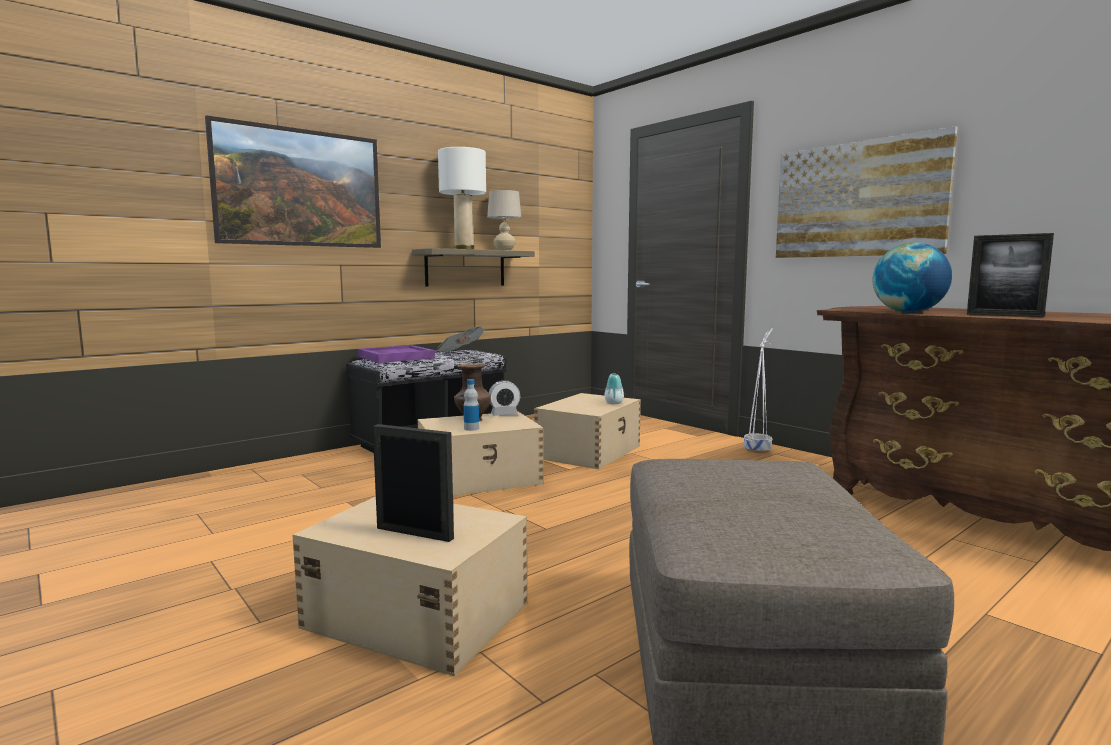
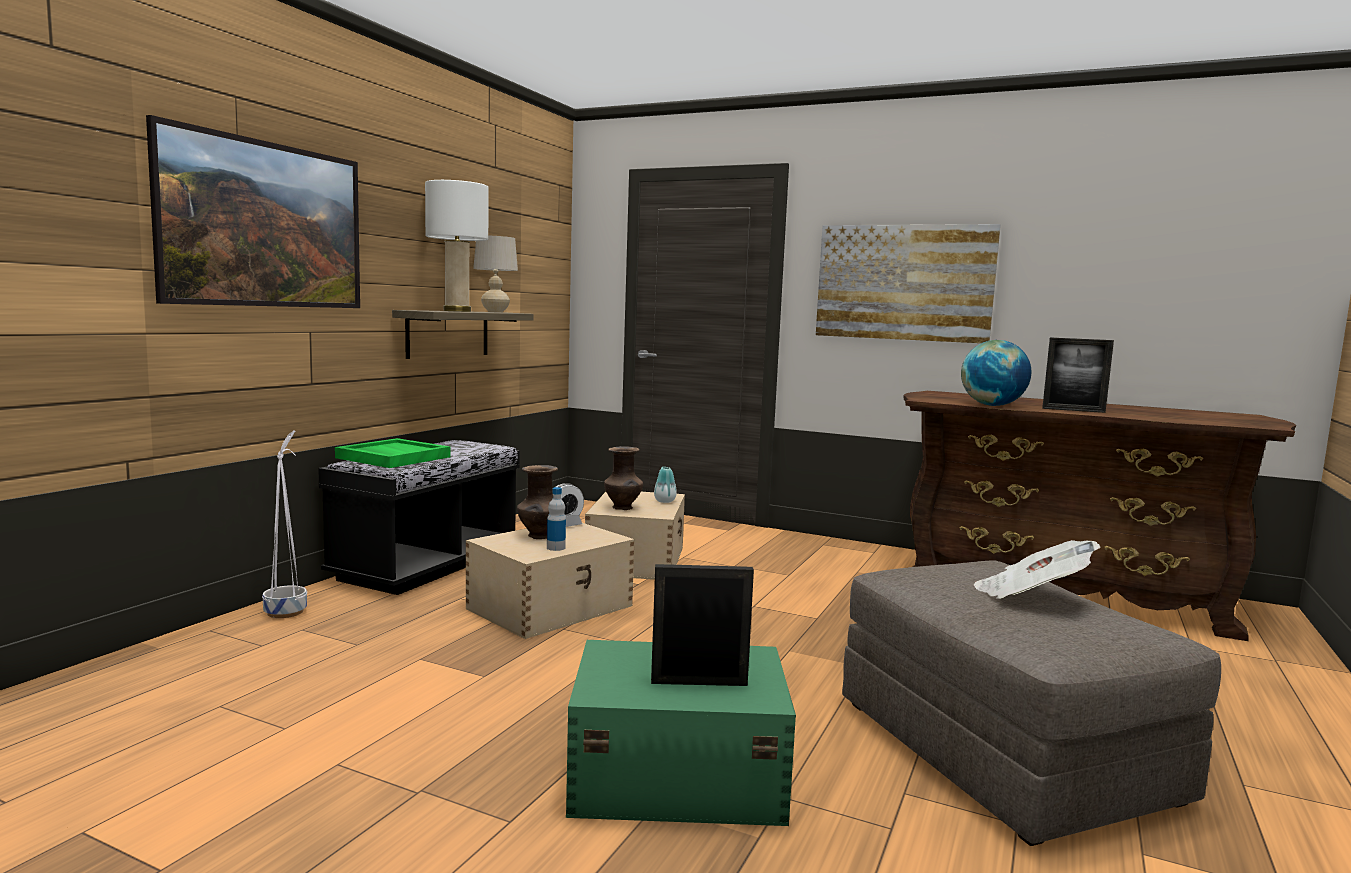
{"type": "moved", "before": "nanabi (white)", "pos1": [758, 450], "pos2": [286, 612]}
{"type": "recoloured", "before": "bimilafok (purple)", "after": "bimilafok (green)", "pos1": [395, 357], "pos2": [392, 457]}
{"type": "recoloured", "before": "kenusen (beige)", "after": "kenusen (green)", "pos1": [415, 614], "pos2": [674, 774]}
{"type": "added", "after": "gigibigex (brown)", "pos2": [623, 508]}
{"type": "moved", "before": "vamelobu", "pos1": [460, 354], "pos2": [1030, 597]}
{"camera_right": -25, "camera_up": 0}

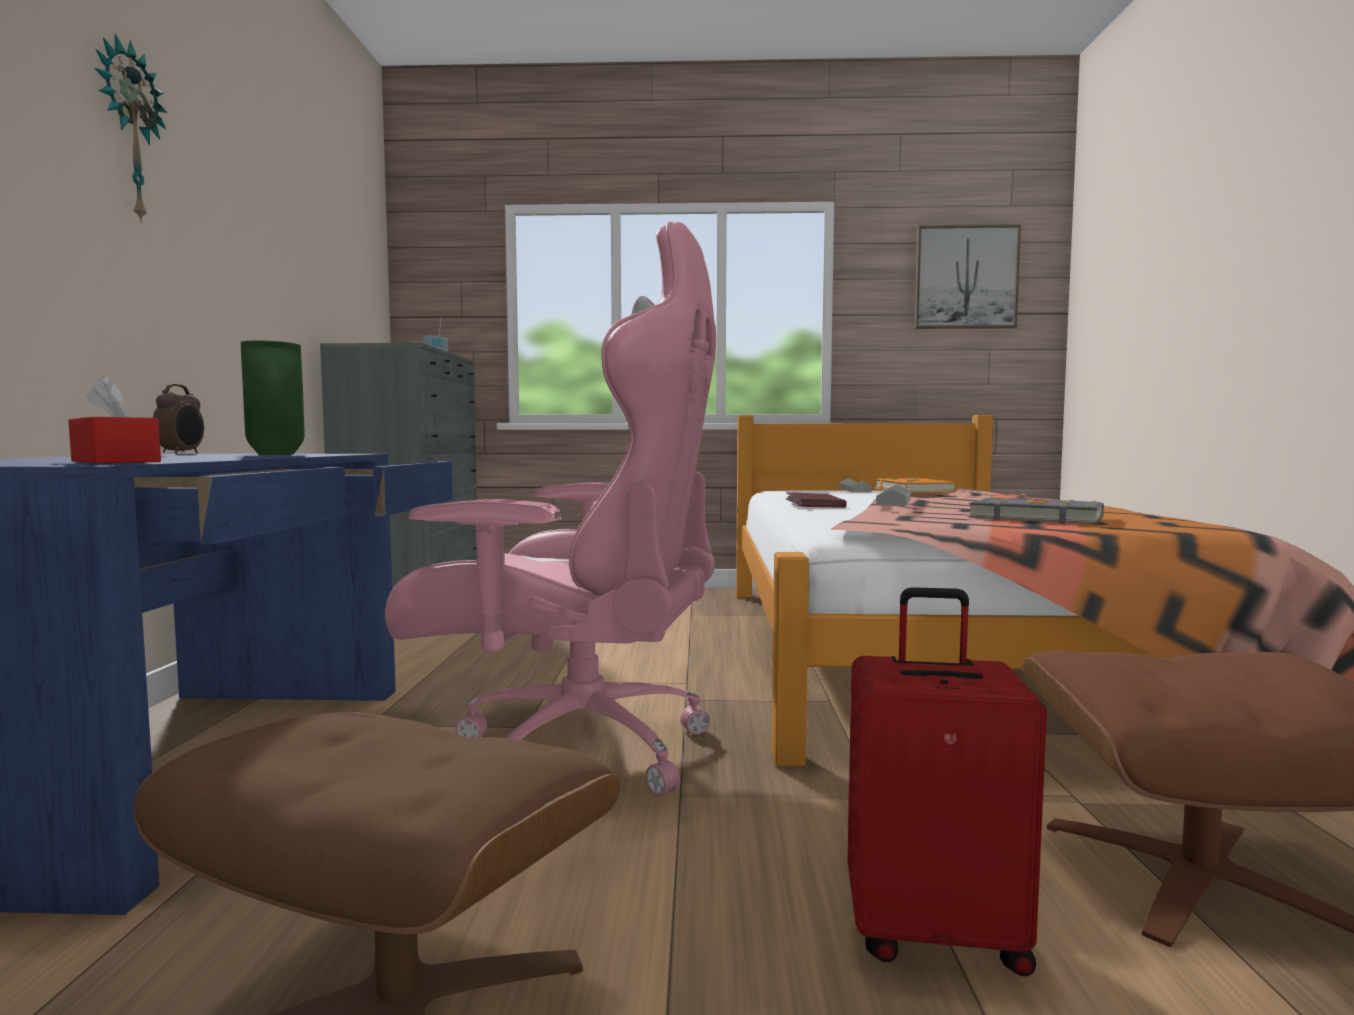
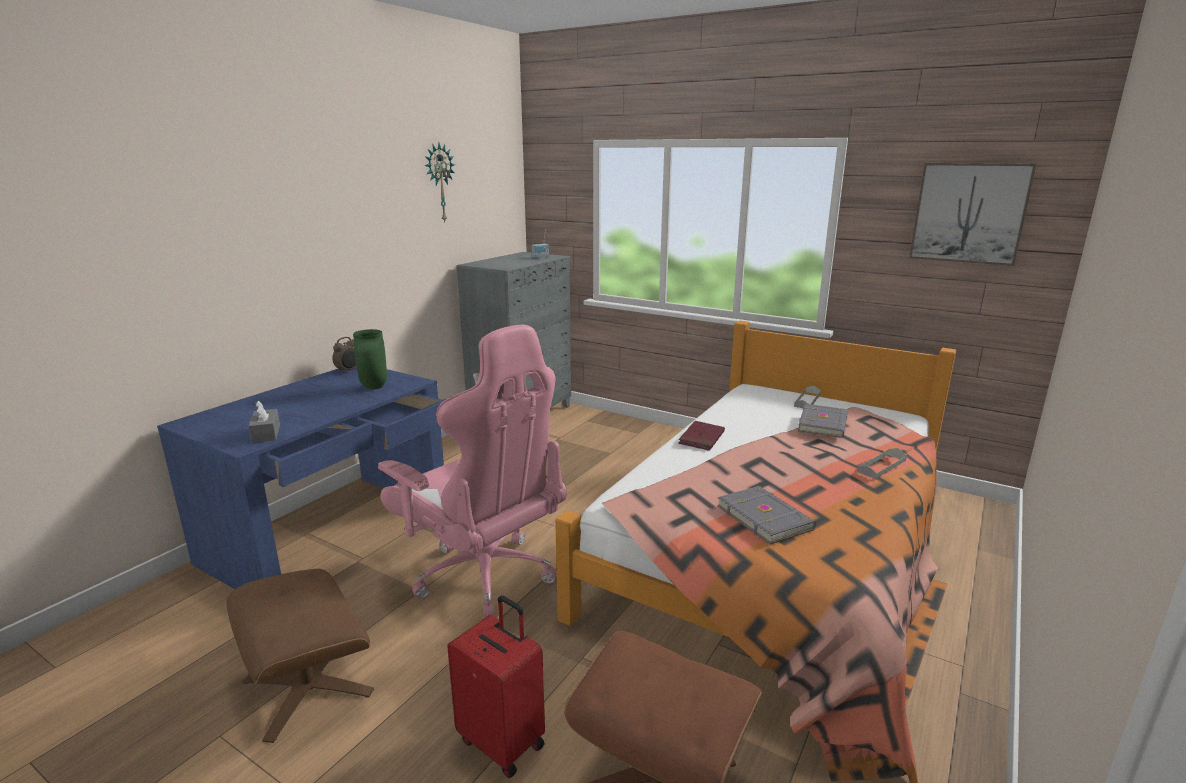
{"type": "recoloured", "before": "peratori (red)", "after": "peratori (grey)", "pos1": [115, 461], "pos2": [266, 433]}
{"type": "moved", "before": "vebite", "pos1": [128, 132], "pos2": [439, 183]}
{"type": "recoloured", "before": "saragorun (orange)", "after": "saragorun (grey)", "pos1": [915, 490], "pos2": [824, 423]}
{"type": "moved", "before": "bimilafok (grey)", "pos1": [894, 502], "pos2": [881, 466]}
{"camera_right": 30, "camera_up": 15}

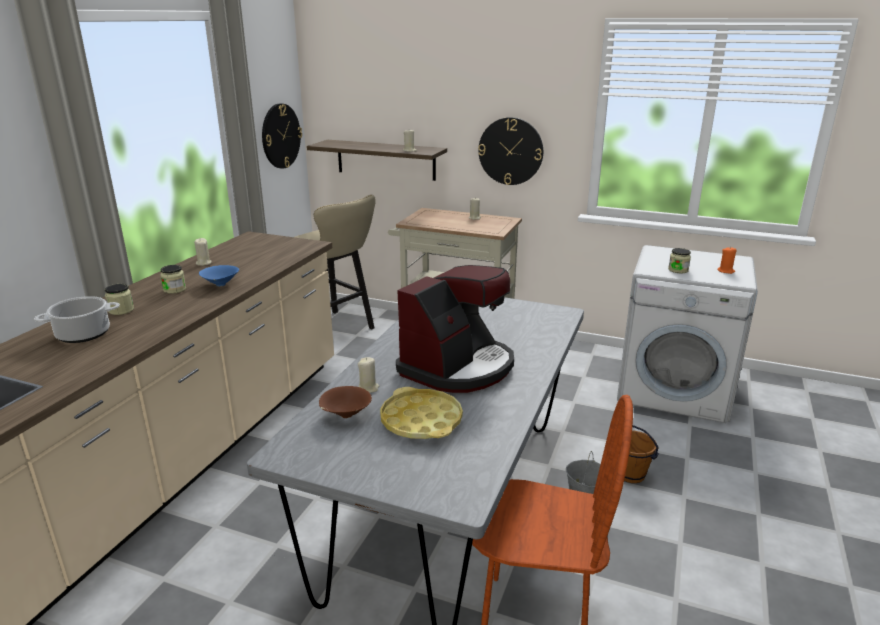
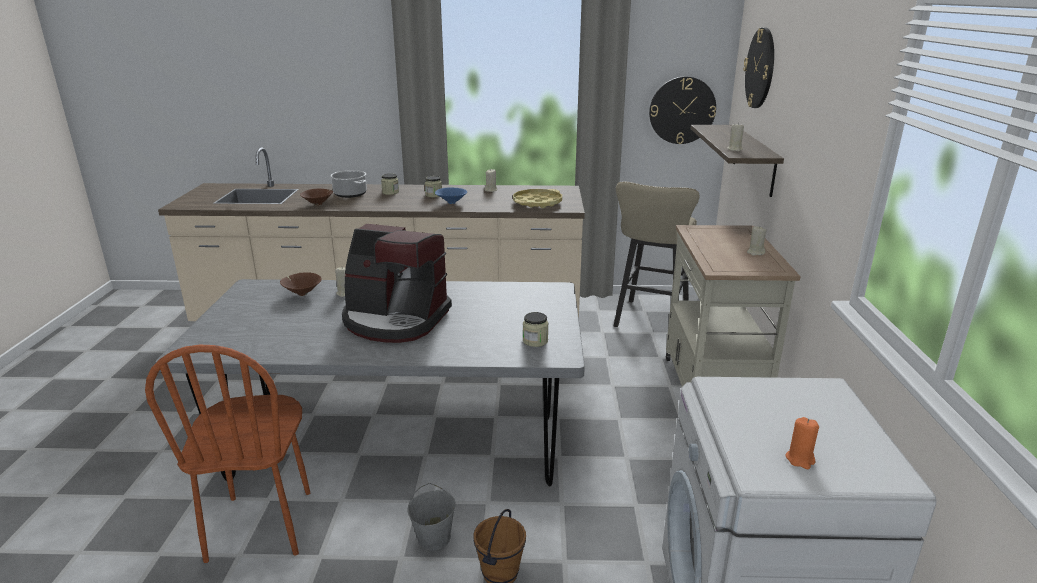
{"type": "added", "after": "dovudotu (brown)", "pos2": [318, 204]}
{"type": "moved", "before": "bimilafok (yellow)", "pos1": [421, 421], "pos2": [537, 203]}
{"type": "moved", "before": "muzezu", "pos1": [678, 270], "pos2": [535, 341]}
{"type": "moved", "before": "vebite", "pos1": [510, 151], "pos2": [760, 68]}
{"camera_right": 70, "camera_up": 0}

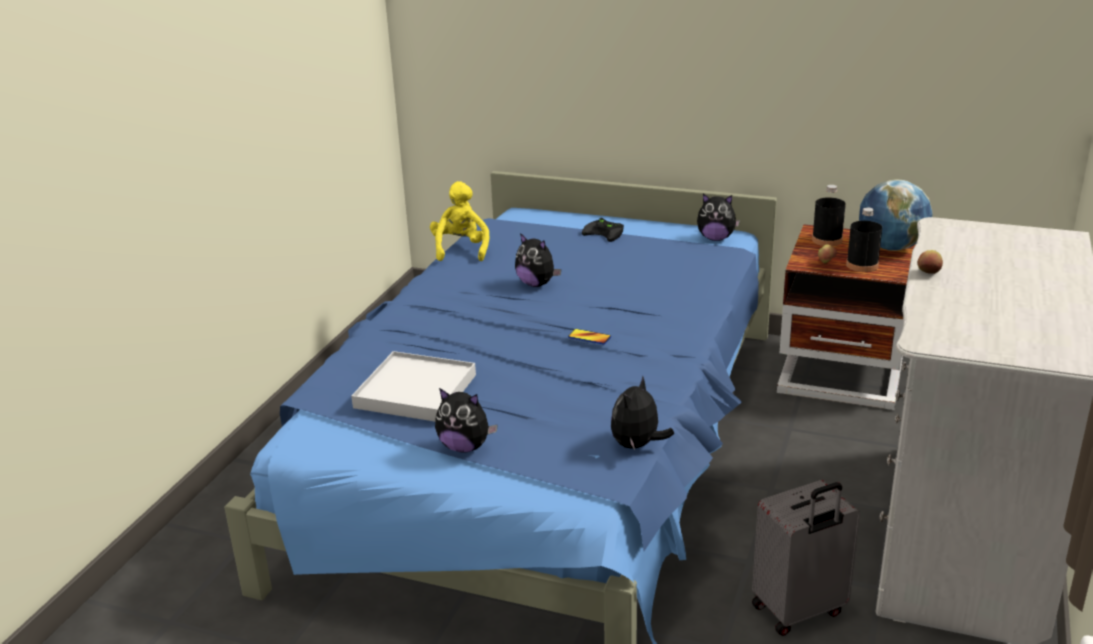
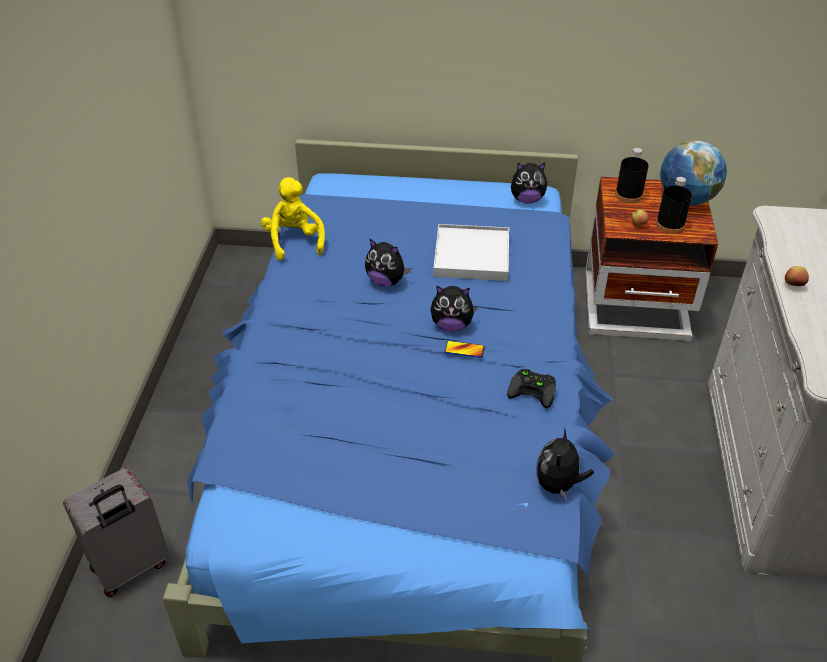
{"type": "moved", "before": "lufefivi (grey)", "pos1": [799, 611], "pos2": [131, 567]}
{"type": "moved", "before": "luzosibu", "pos1": [465, 447], "pos2": [451, 325]}
{"type": "moved", "before": "bimilafok (white)", "pos1": [416, 391], "pos2": [472, 256]}
{"type": "moved", "before": "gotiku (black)", "pos1": [606, 233], "pos2": [534, 389]}
{"camera_right": -15, "camera_up": 15}

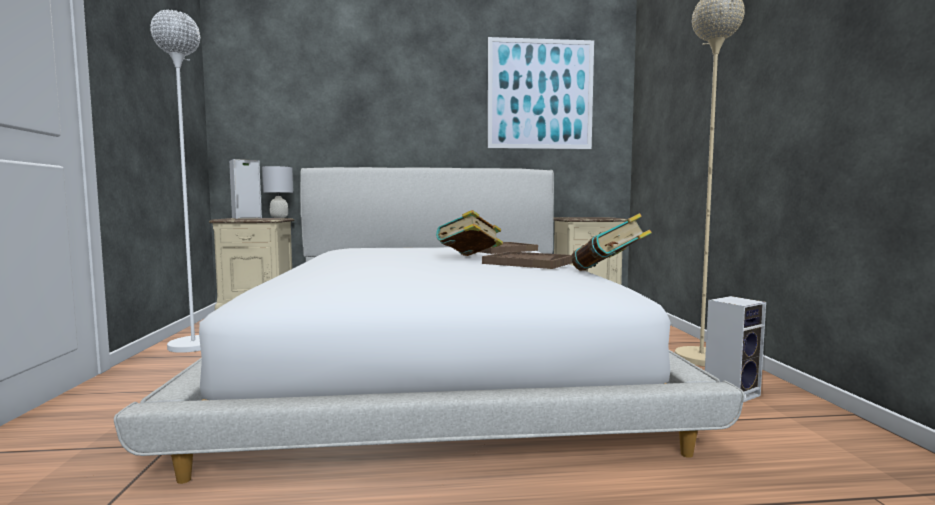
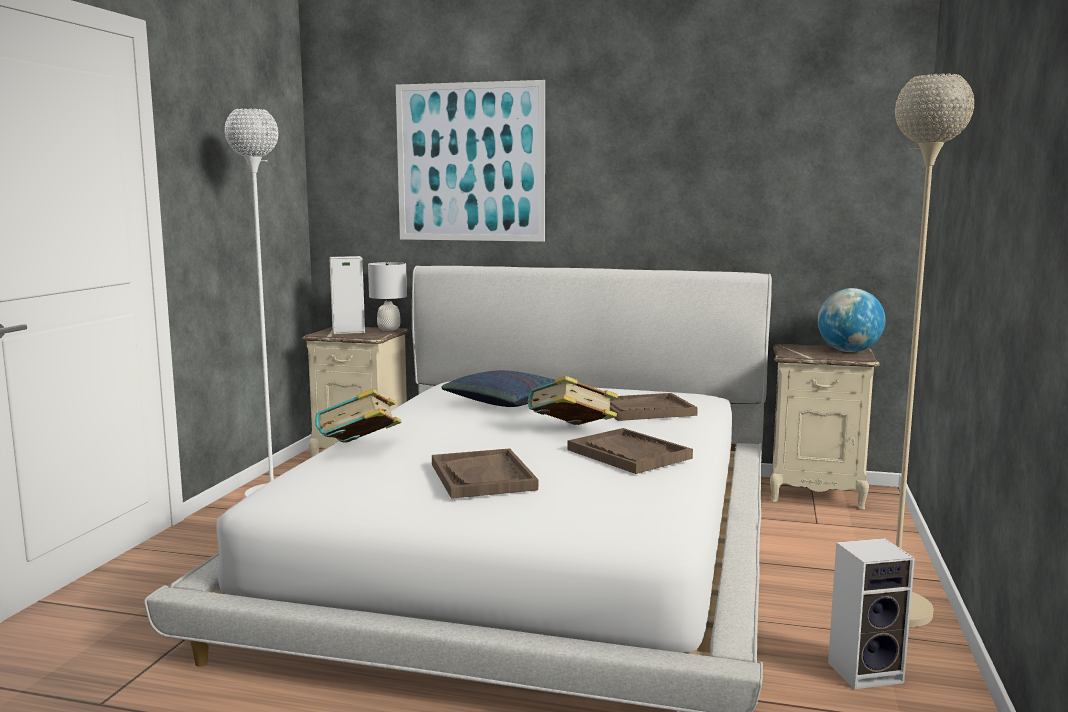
{"type": "moved", "before": "saragorun", "pos1": [608, 273], "pos2": [360, 449]}
{"type": "moved", "before": "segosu", "pos1": [540, 94], "pos2": [470, 162]}
{"type": "added", "after": "bimilafok (brown)", "pos2": [483, 477]}
{"type": "added", "after": "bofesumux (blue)", "pos2": [509, 402]}
{"type": "added", "after": "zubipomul", "pos2": [848, 351]}
{"camera_right": 20, "camera_up": 5}

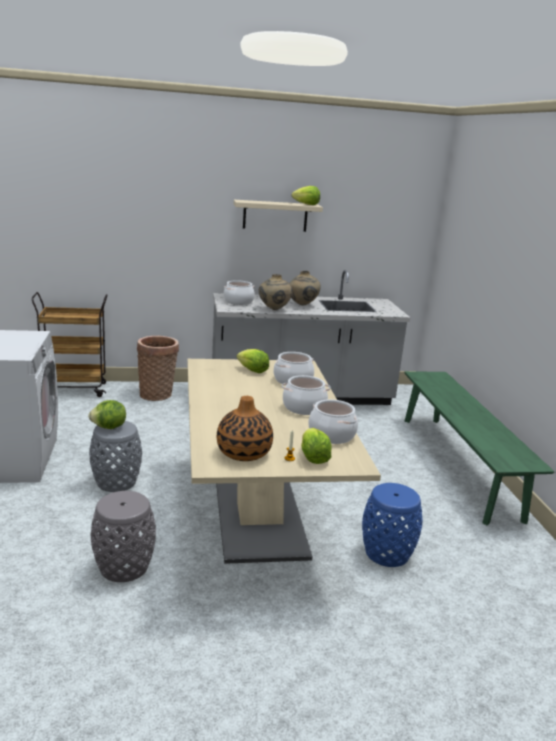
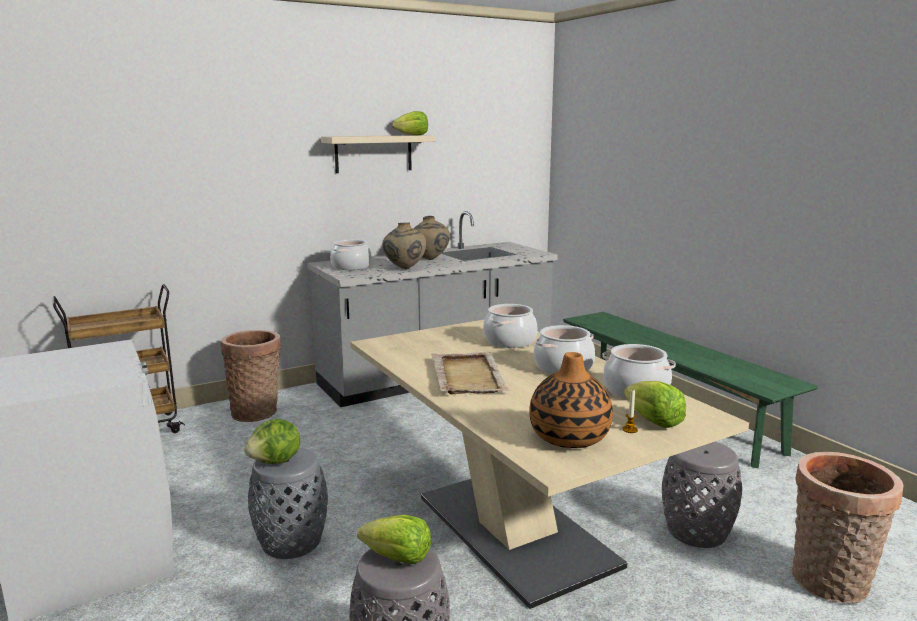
{"type": "moved", "before": "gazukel", "pos1": [252, 370], "pos2": [397, 558]}
{"type": "added", "after": "bimilafok (beige)", "pos2": [467, 375]}
{"type": "recoloured", "before": "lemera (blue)", "after": "lemera (grey)", "pos1": [387, 553], "pos2": [697, 532]}
{"type": "added", "after": "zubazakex", "pos2": [830, 584]}
{"camera_right": -20, "camera_up": -5}

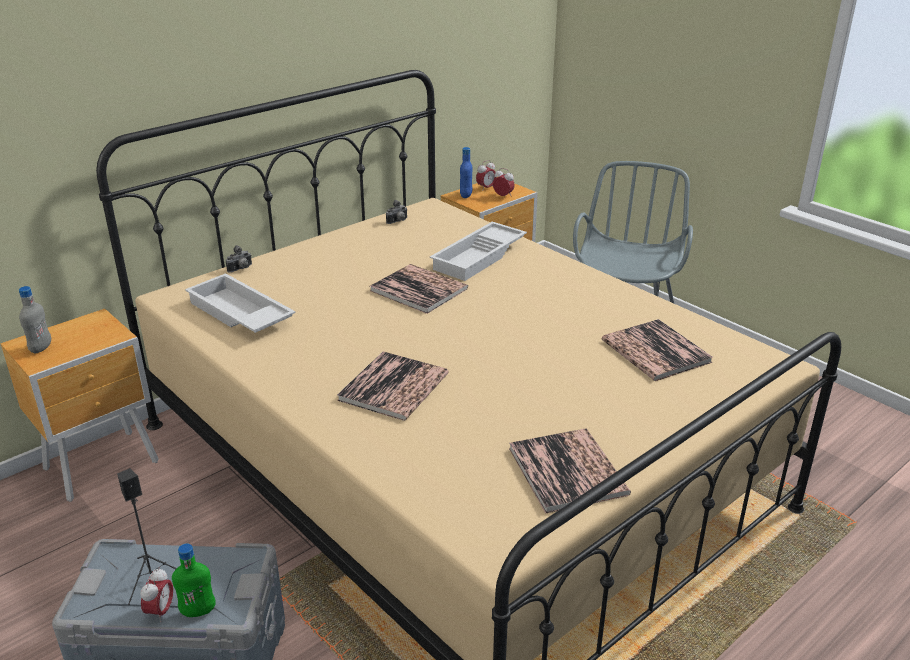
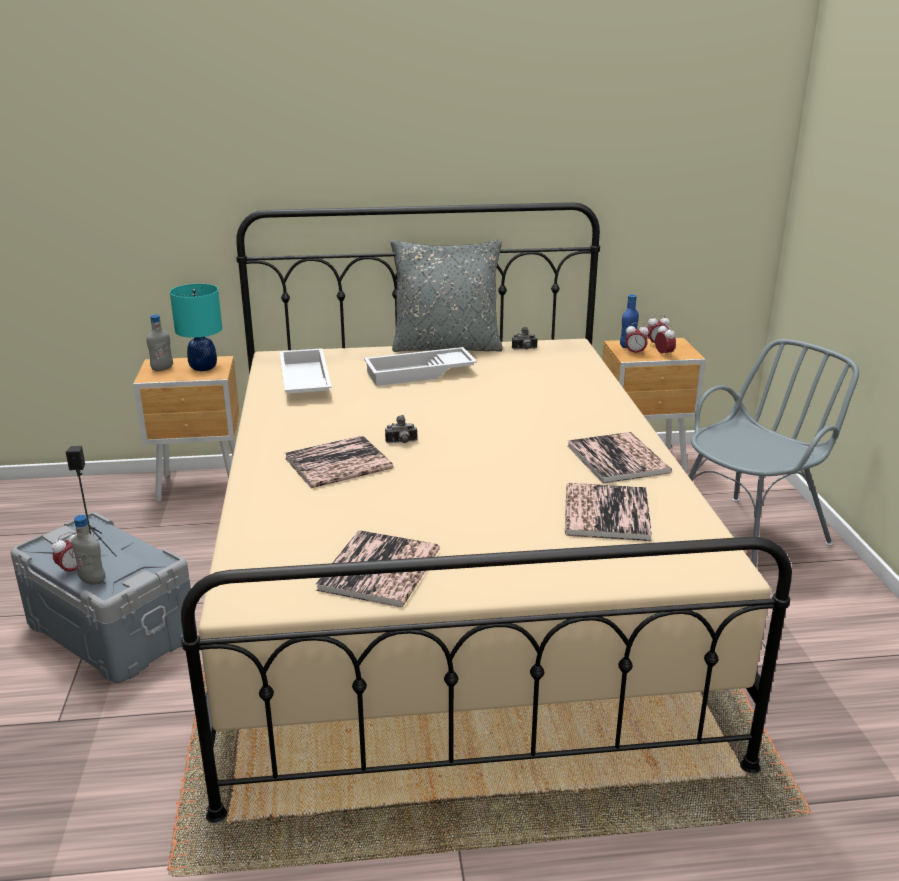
{"type": "recoloured", "before": "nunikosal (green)", "after": "nunikosal (grey)", "pos1": [198, 611], "pos2": [92, 580]}
{"type": "added", "after": "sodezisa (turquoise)", "pos2": [202, 368]}
{"type": "moved", "before": "bimilafok (white)", "pos1": [480, 257], "pos2": [419, 373]}
{"type": "moved", "before": "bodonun", "pos1": [241, 269], "pos2": [401, 443]}
{"type": "added", "after": "bofesumux (grey)", "pos2": [447, 346]}
{"type": "moved", "before": "saragorun", "pos1": [419, 289], "pos2": [617, 459]}
{"type": "added", "after": "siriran", "pos2": [635, 353]}
{"camera_right": 35, "camera_up": -5}

